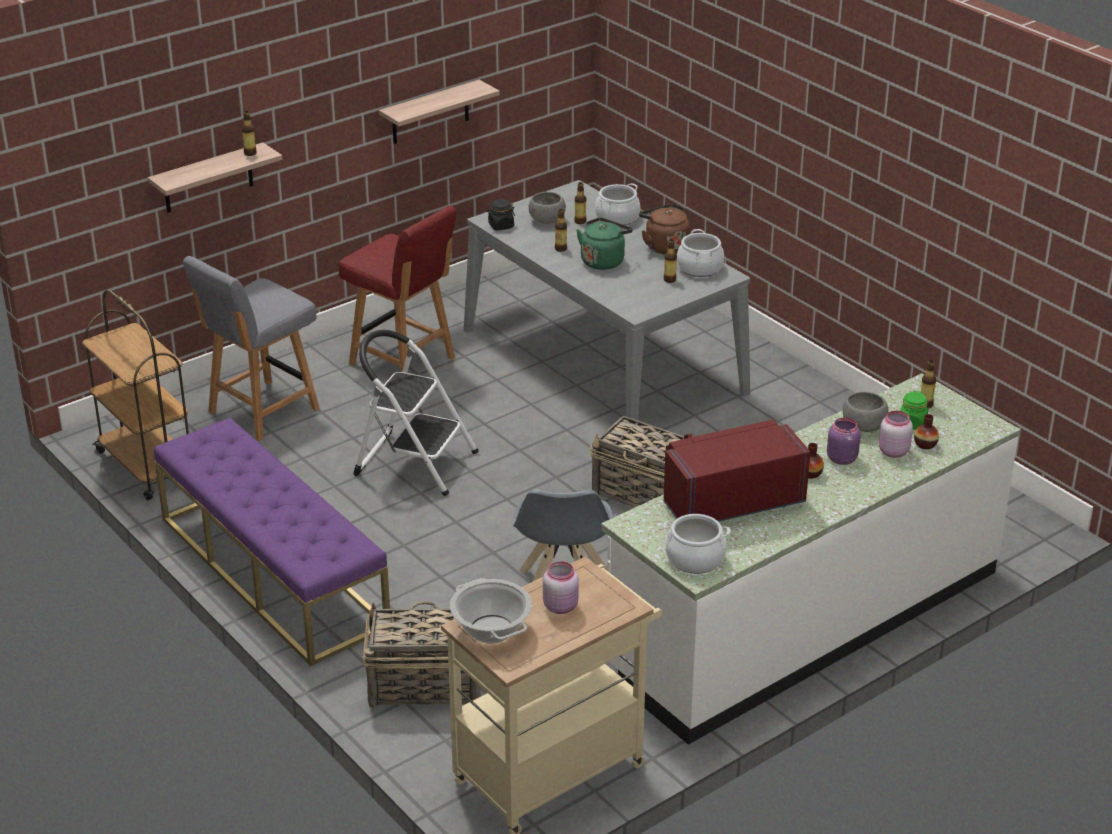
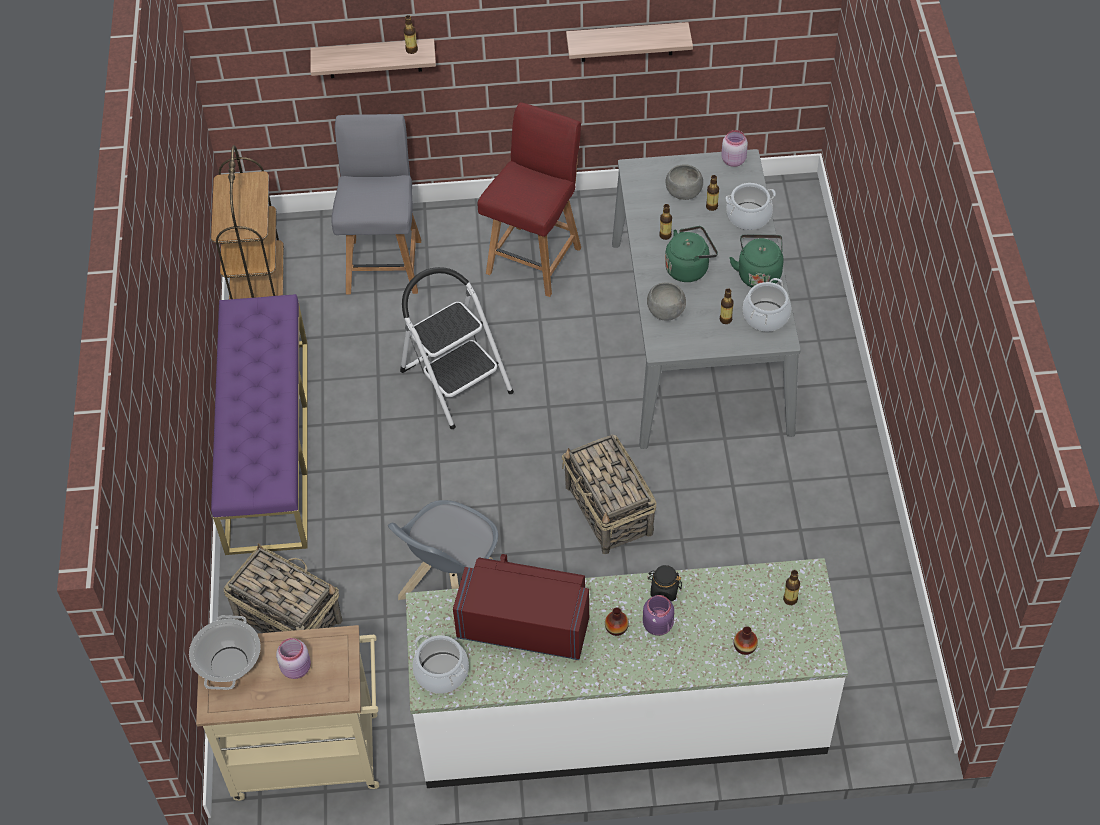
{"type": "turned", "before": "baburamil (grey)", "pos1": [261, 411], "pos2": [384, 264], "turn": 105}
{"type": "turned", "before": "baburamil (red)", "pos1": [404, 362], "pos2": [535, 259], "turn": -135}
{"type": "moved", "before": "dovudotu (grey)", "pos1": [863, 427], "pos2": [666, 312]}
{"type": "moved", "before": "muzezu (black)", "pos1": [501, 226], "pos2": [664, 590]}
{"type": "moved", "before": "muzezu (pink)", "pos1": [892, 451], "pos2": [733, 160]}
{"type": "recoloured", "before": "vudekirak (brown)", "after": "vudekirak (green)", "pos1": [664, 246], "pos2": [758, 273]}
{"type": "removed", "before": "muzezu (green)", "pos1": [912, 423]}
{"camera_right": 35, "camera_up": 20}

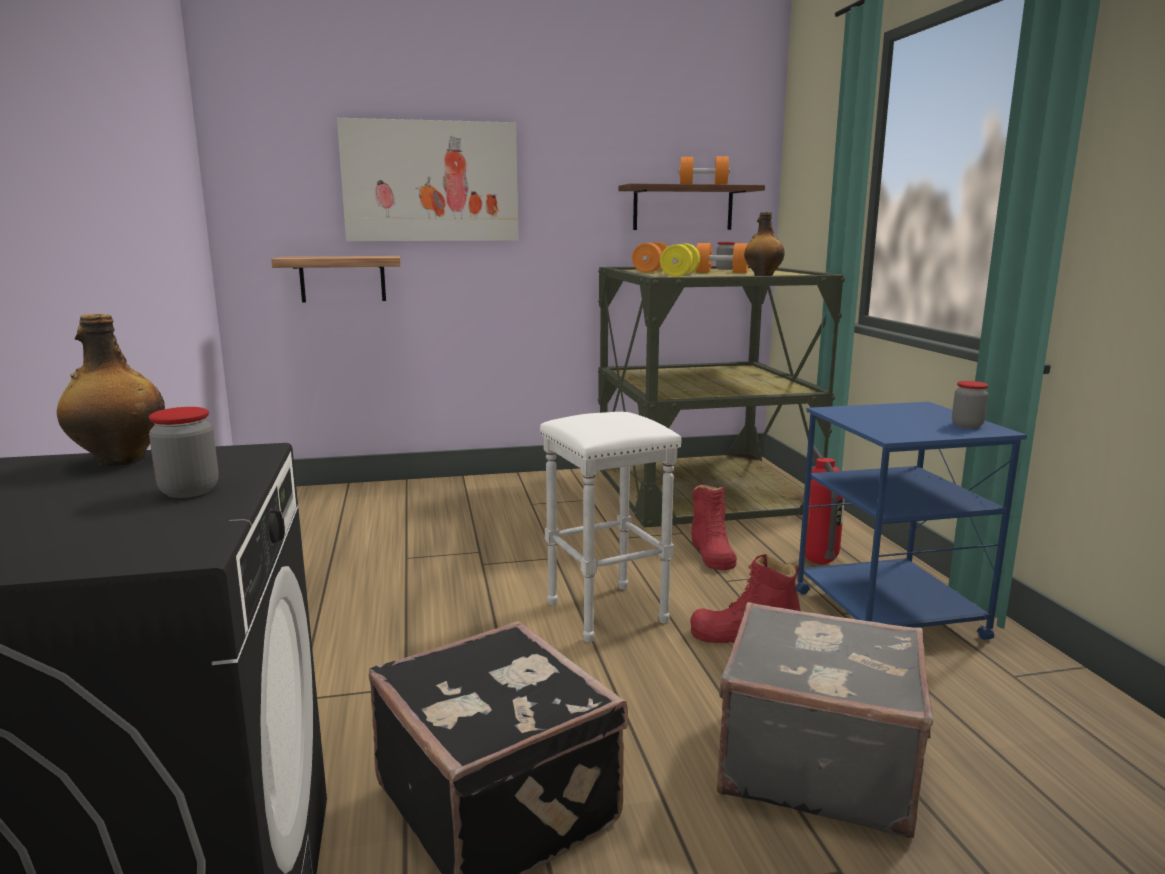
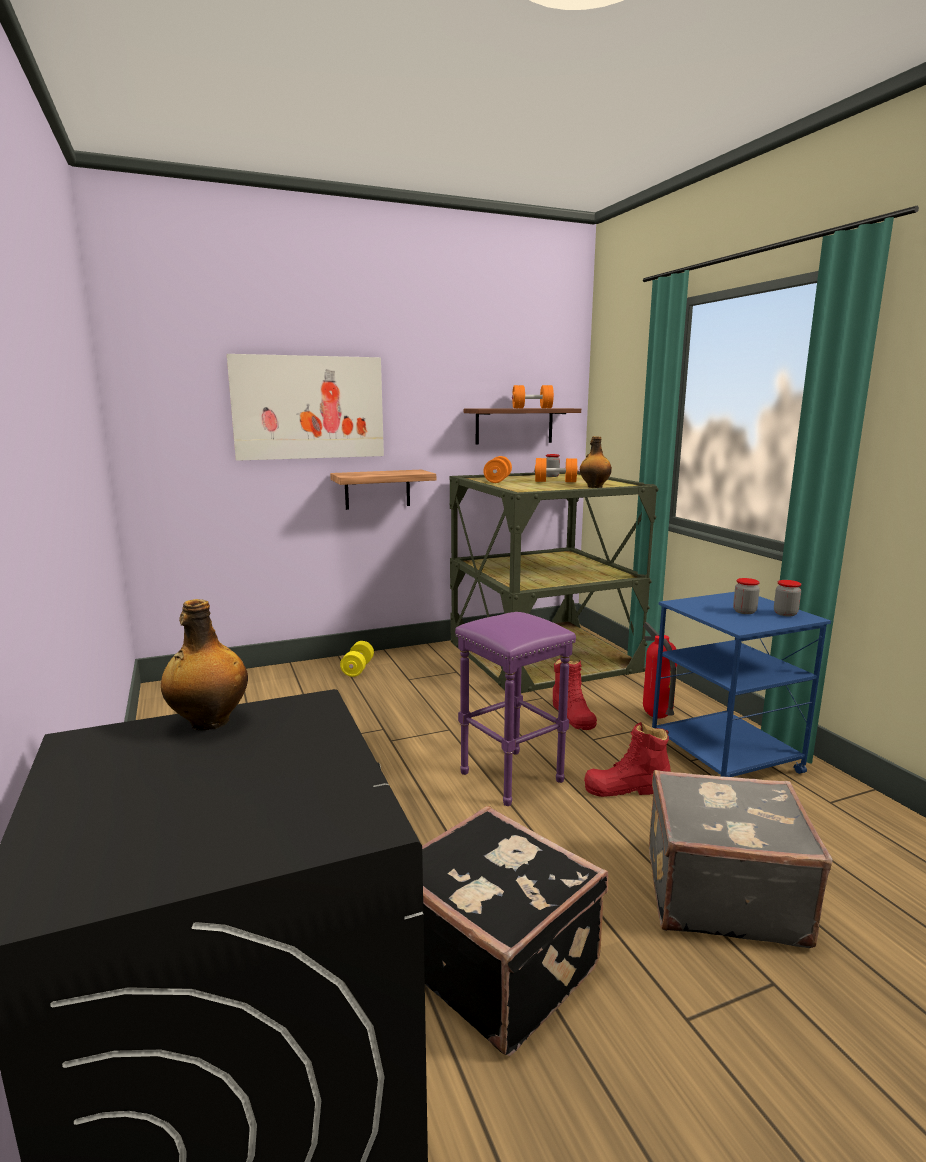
{"type": "moved", "before": "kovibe", "pos1": [342, 279], "pos2": [377, 489]}
{"type": "moved", "before": "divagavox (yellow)", "pos1": [680, 275], "pos2": [357, 669]}
{"type": "recoloured", "before": "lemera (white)", "after": "lemera (purple)", "pos1": [610, 612], "pos2": [514, 776]}
{"type": "moved", "before": "muzezu", "pos1": [189, 491], "pos2": [744, 611]}
{"camera_right": -10, "camera_up": 0}

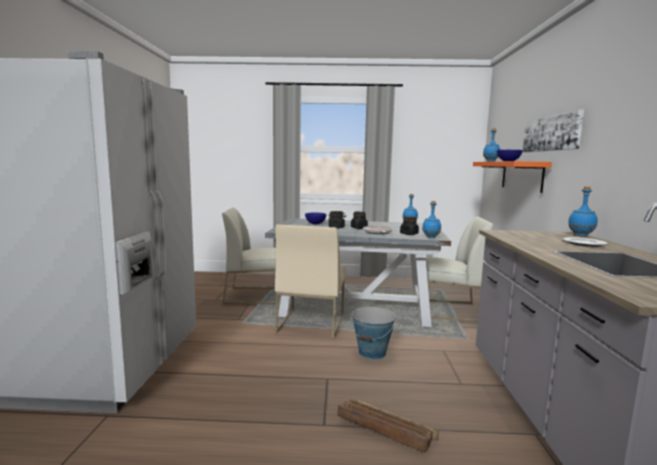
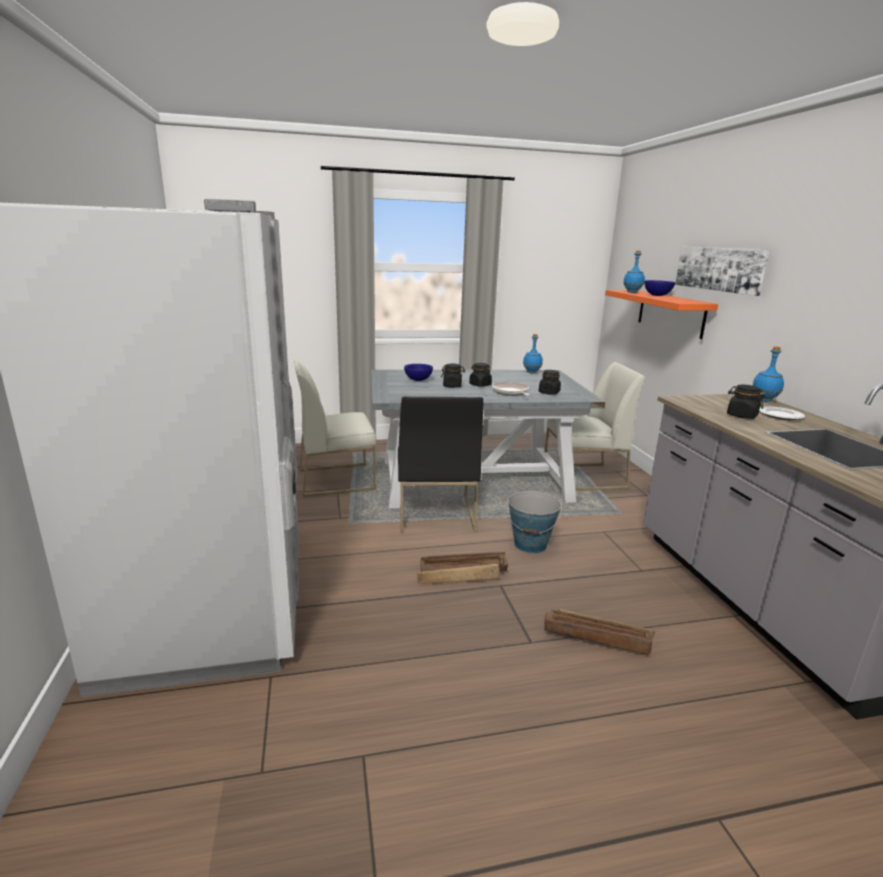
{"type": "recoloured", "before": "baburamil (beige)", "after": "baburamil (black)", "pos1": [310, 322], "pos2": [434, 512]}
{"type": "added", "after": "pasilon", "pos2": [462, 575]}
{"type": "added", "after": "muzezu (black)", "pos2": [741, 415]}
{"type": "removed", "before": "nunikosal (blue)", "pos1": [430, 237]}
{"camera_right": -15, "camera_up": 10}

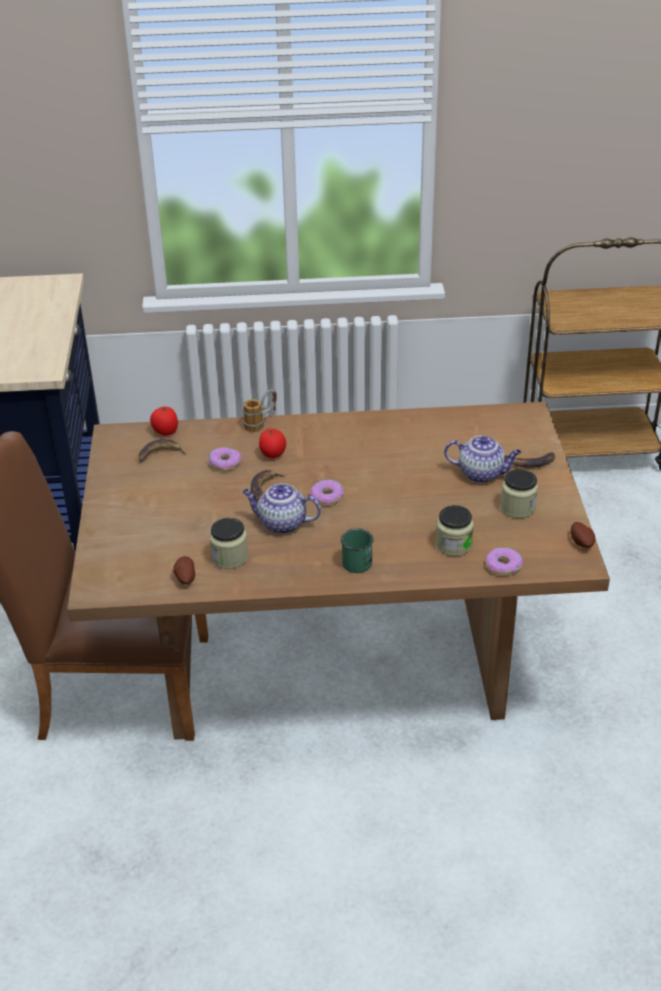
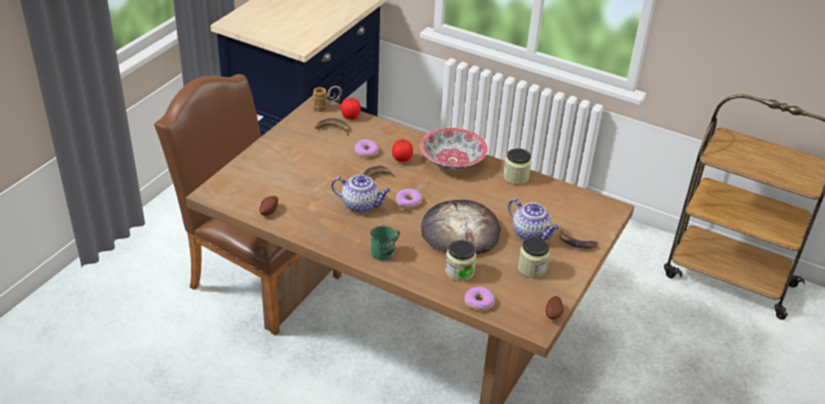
{"type": "moved", "before": "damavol", "pos1": [261, 423], "pos2": [327, 108]}
{"type": "turned", "before": "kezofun", "pos1": [281, 523], "pos2": [361, 205], "turn": 150}
{"type": "added", "after": "dovudotu", "pos2": [452, 160]}
{"type": "added", "after": "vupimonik", "pos2": [460, 231]}
{"type": "moved", "before": "muzezu", "pos1": [229, 557], "pos2": [516, 177]}
{"camera_right": 30, "camera_up": 0}

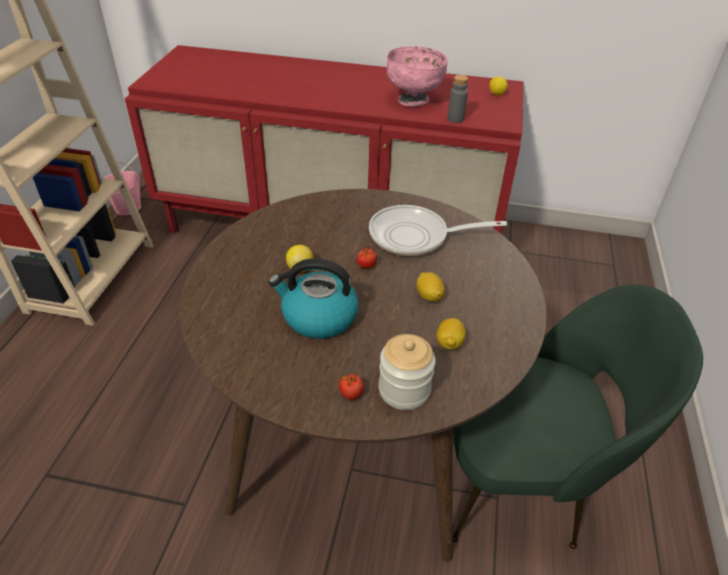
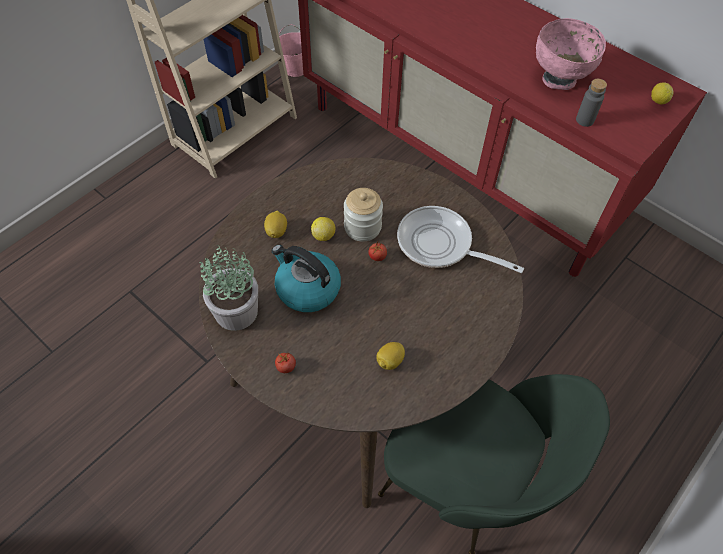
{"type": "added", "after": "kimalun", "pos2": [235, 312]}
{"type": "moved", "before": "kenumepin", "pos1": [429, 296], "pos2": [276, 231]}
{"type": "moved", "before": "muzezu", "pos1": [404, 390], "pos2": [362, 227]}
{"camera_right": 30, "camera_up": 15}

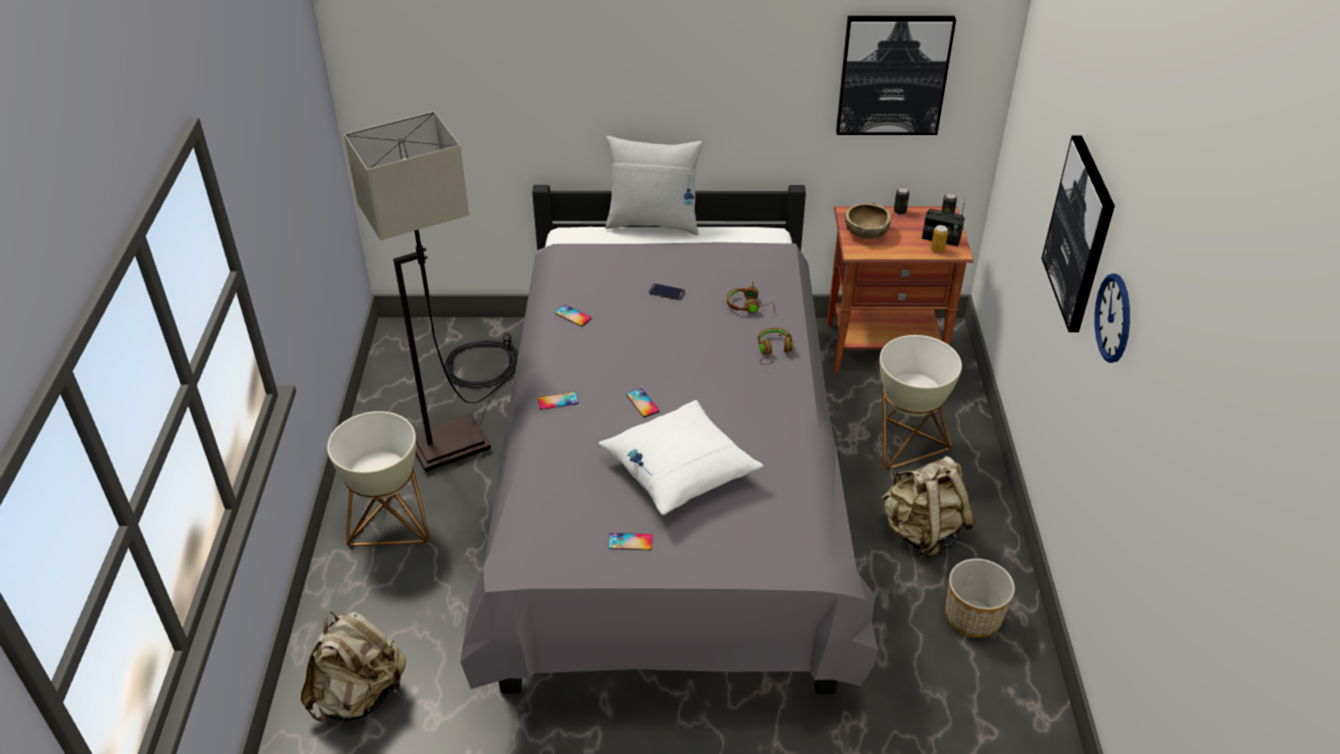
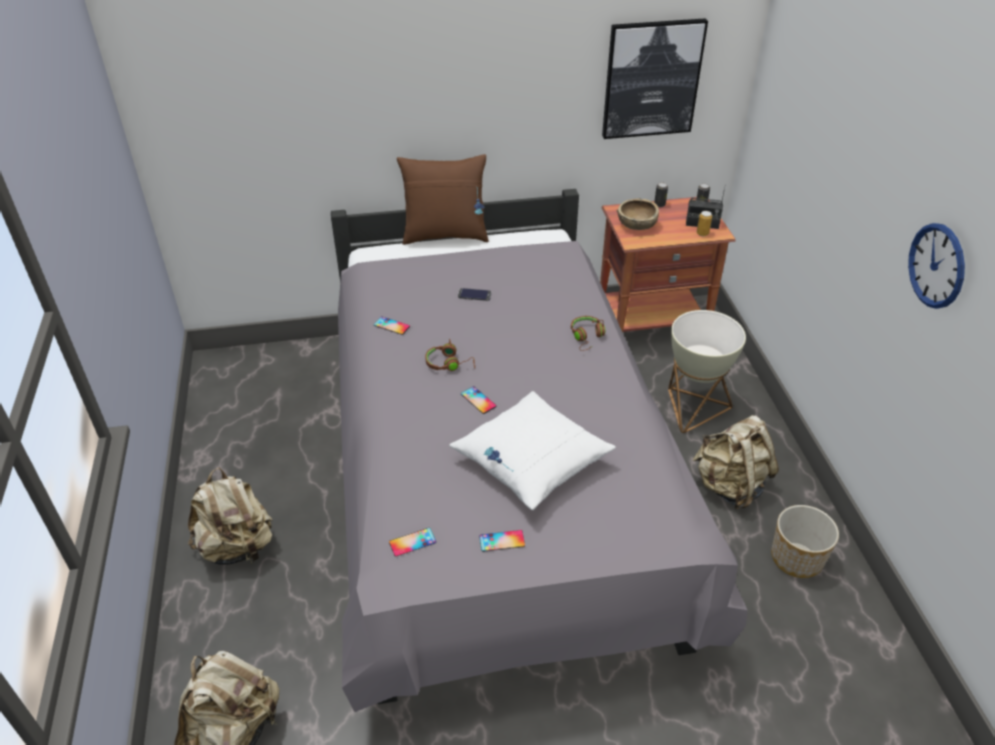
{"type": "replaced", "before": "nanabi", "after": "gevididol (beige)", "pos1": [391, 525], "pos2": [237, 547]}
{"type": "moved", "before": "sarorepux", "pos1": [558, 401], "pos2": [412, 542]}
{"type": "recoloured", "before": "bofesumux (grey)", "after": "bofesumux (brown)", "pos1": [653, 224], "pos2": [445, 236]}
{"type": "moved", "before": "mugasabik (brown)", "pos1": [750, 306], "pos2": [449, 363]}
{"type": "removed", "before": "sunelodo", "pos1": [469, 400]}
{"type": "removed", "before": "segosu", "pos1": [1080, 234]}
{"camera_right": -10, "camera_up": 0}

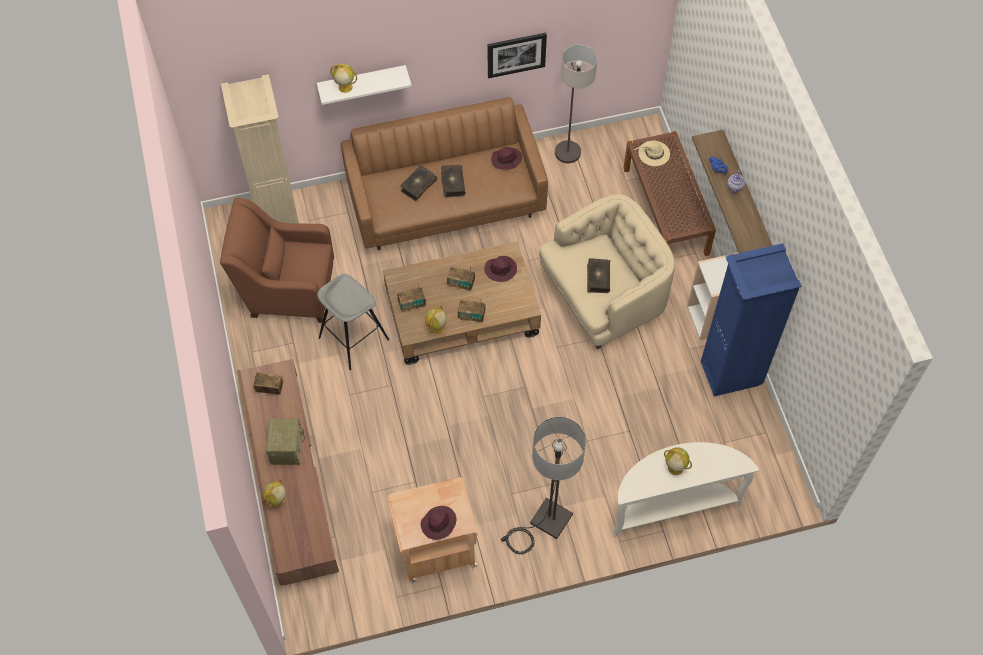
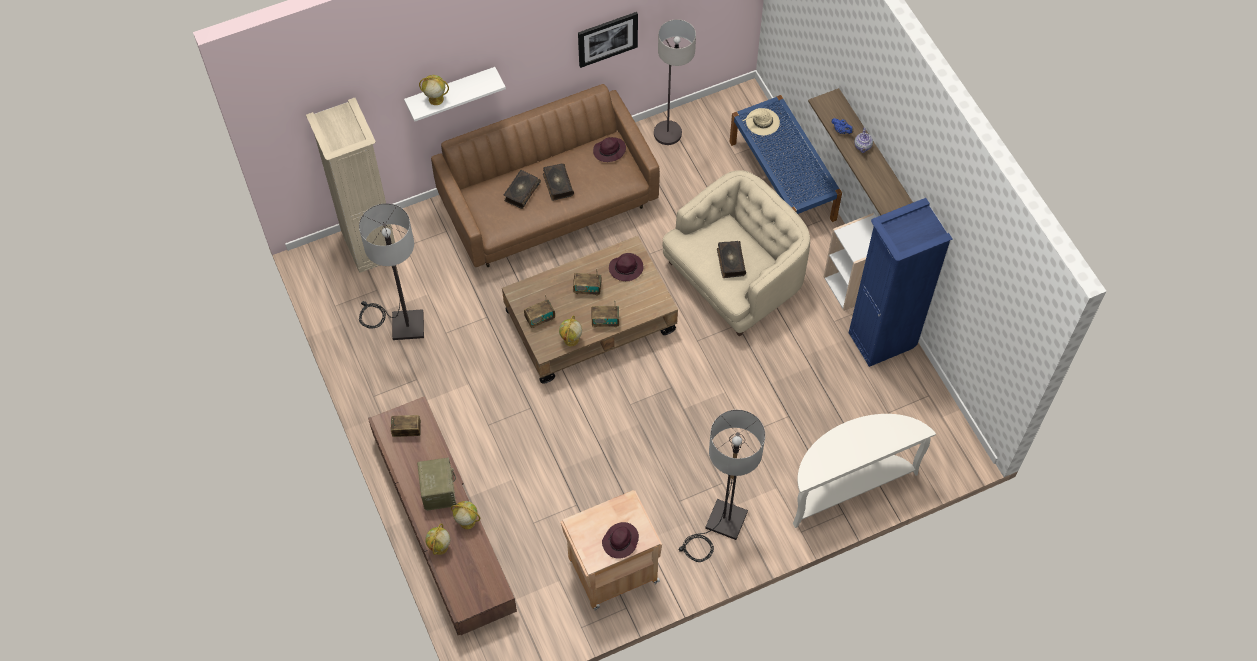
{"type": "replaced", "before": "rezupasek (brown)", "after": "sunelodo", "pos1": [287, 288], "pos2": [397, 323]}
{"type": "moved", "before": "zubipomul", "pos1": [675, 468], "pos2": [467, 521]}
{"type": "recoloured", "before": "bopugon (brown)", "after": "bopugon (blue)", "pos1": [666, 211], "pos2": [782, 180]}
{"type": "removed", "before": "lemera (grey)", "pos1": [353, 338]}
{"camera_right": -10, "camera_up": 0}

